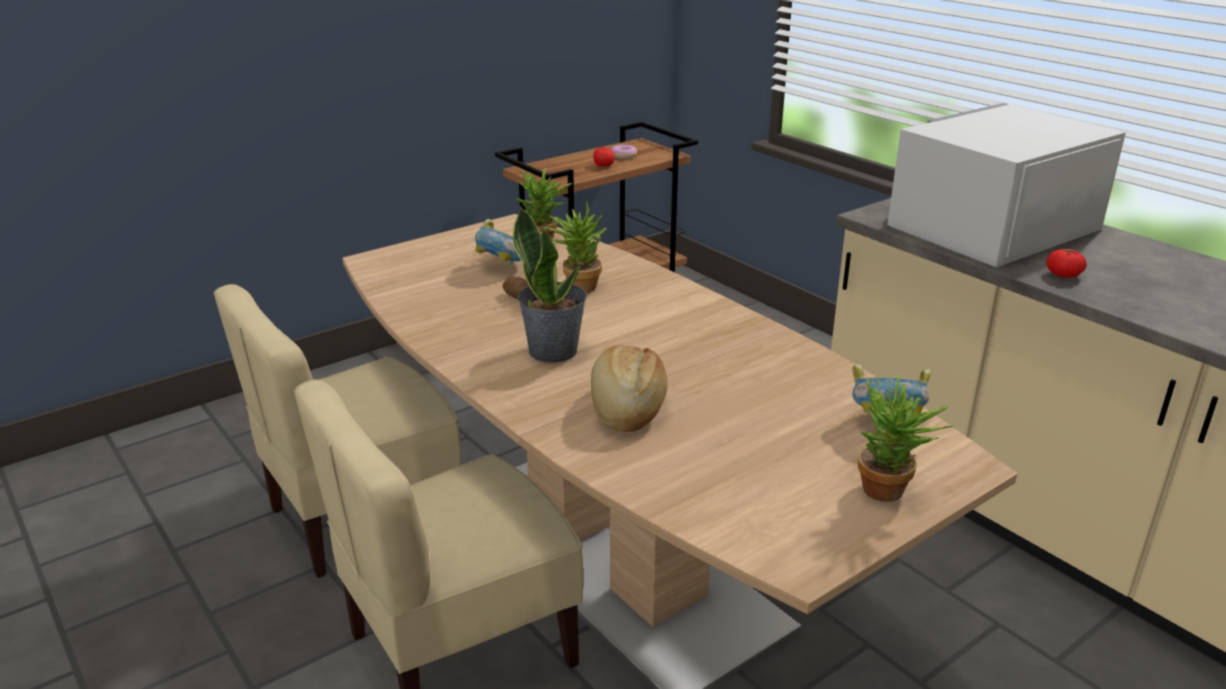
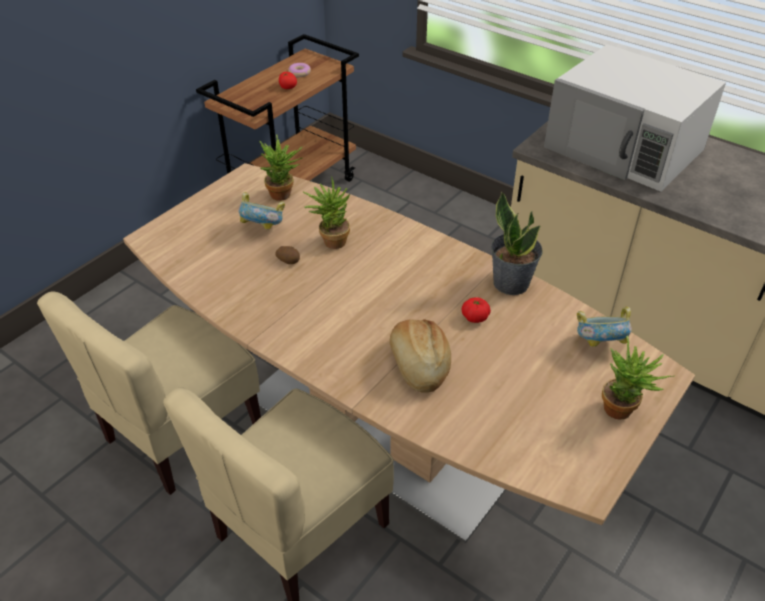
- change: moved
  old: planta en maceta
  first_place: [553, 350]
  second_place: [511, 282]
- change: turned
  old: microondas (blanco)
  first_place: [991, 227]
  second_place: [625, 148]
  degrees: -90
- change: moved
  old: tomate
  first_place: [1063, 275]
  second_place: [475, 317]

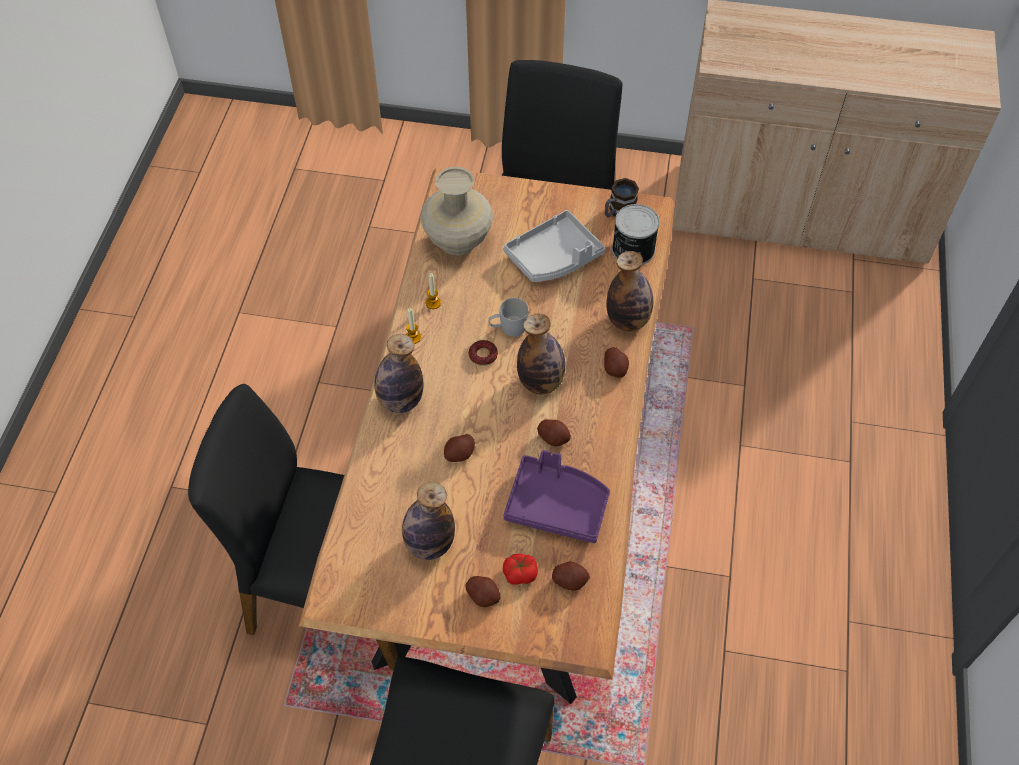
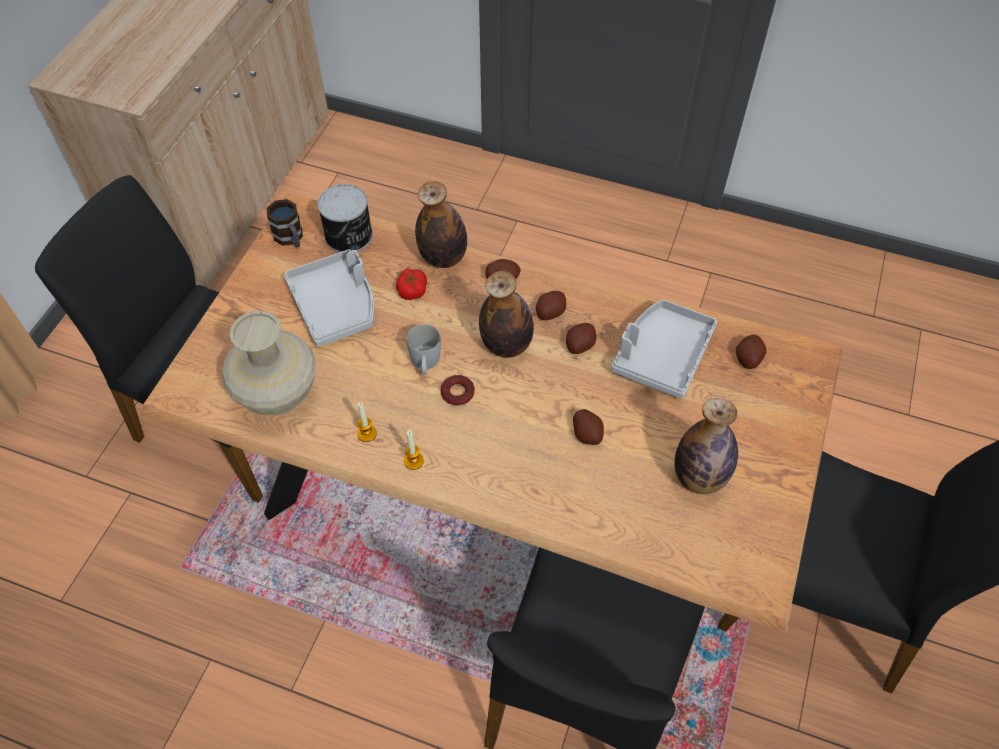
- change: removed
  old: botella
  first_place: [400, 401]
- change: moved
  old: patata
  first_place: [483, 596]
  second_place: [550, 312]
- change: moved
  old: tomate
  first_place: [520, 573]
  second_place: [412, 290]
- change: recoloured
  old: bandeja (morado)
  new: bandeja (gris)
  first_place: [557, 505]
  second_place: [661, 355]

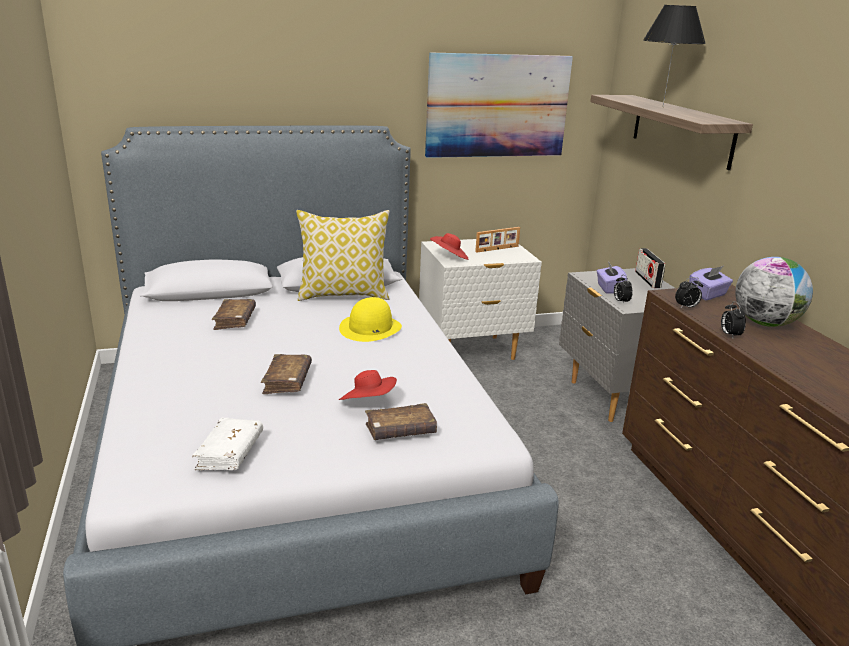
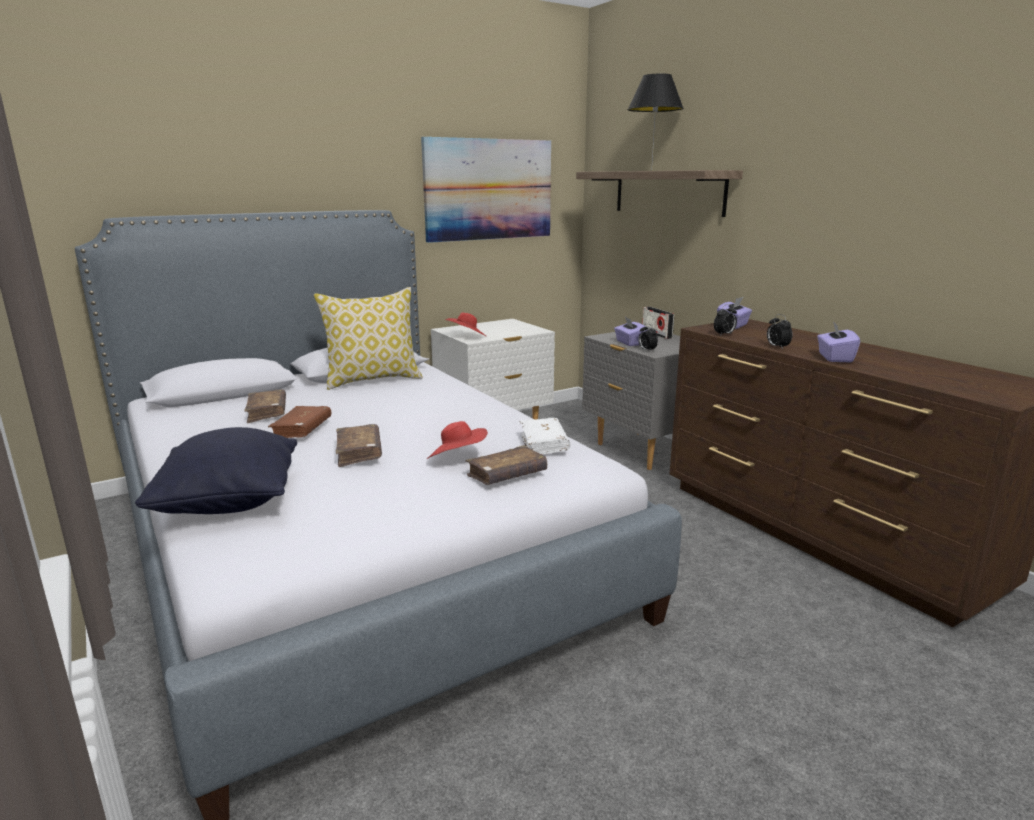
- change: moved
  old: libro (blanco)
  first_place: [230, 453]
  second_place: [543, 445]
- change: removed
  old: sombrero (amarillo)
  first_place: [370, 328]
- change: removed
  old: portarretratos
  first_place: [497, 249]
- change: removed
  old: globo terráqueo
  first_place: [765, 323]
- change: added
  new: cojín (negro)
  second_place: [229, 503]
- change: added
  new: libro (marrón)
  second_place: [302, 430]
- change: added
  new: caja de pañuelos (morado)
  second_place: [834, 358]

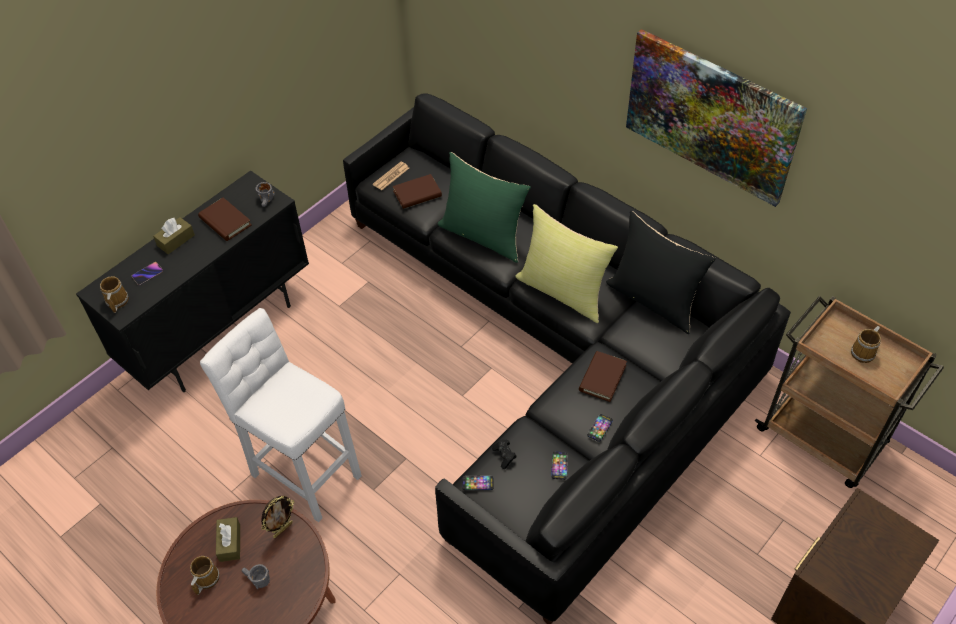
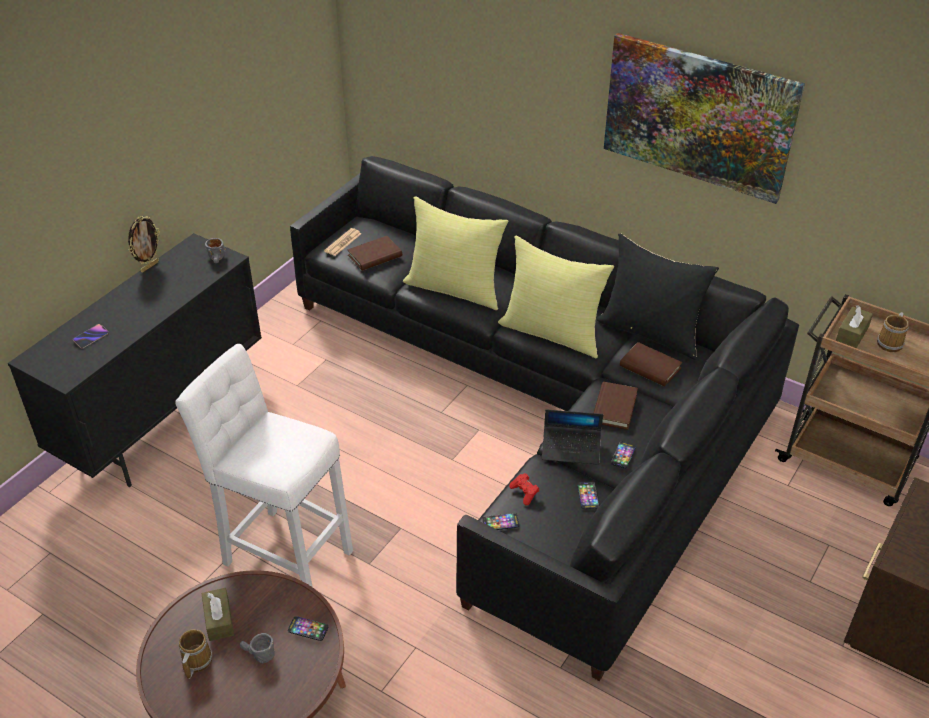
- change: removed
  old: taza grande
  first_place: [116, 301]
- change: moved
  old: caja de pañuelos (marrón)
  first_place: [176, 240]
  second_place: [852, 333]
- change: moved
  old: libro (marrón)
  first_place: [225, 221]
  second_place: [650, 367]
- change: moved
  old: portarretratos
  first_place: [282, 529]
  second_place: [149, 266]
- change: recoloured
  old: cojín (verde)
  new: cojín (amarillo)
  first_place: [484, 235]
  second_place: [455, 288]
- change: recoloured
  old: mando de consola (negro)
  new: mando de consola (rojo)
  first_place: [504, 456]
  second_place: [524, 493]
- change: added
  new: móvil
  second_place: [308, 629]
- change: added
  new: portátil
  second_place: [571, 449]

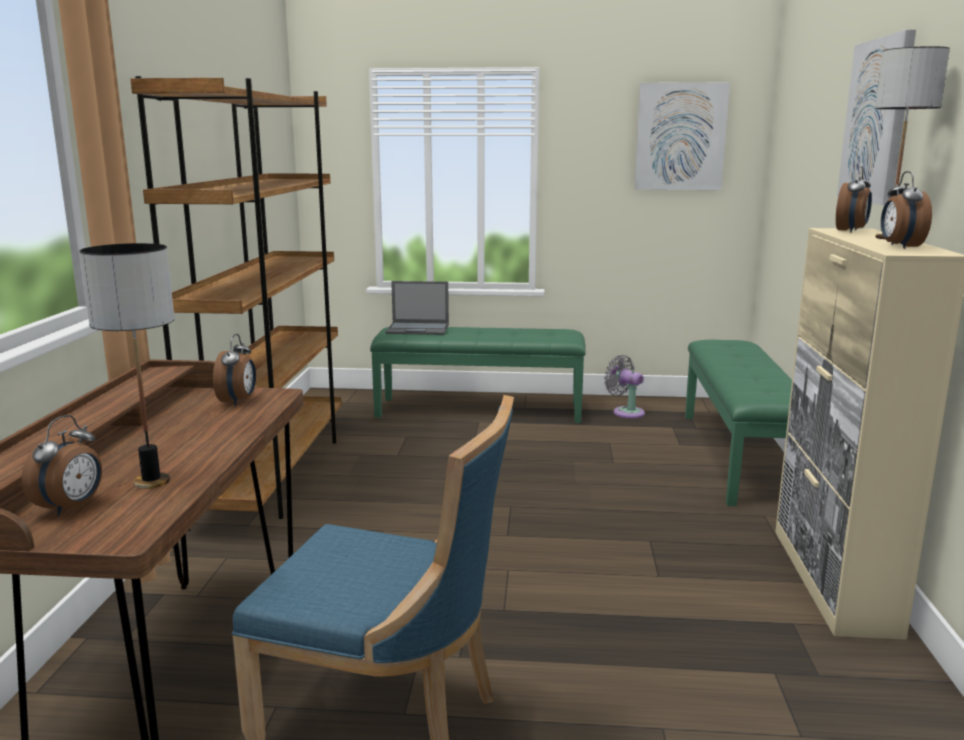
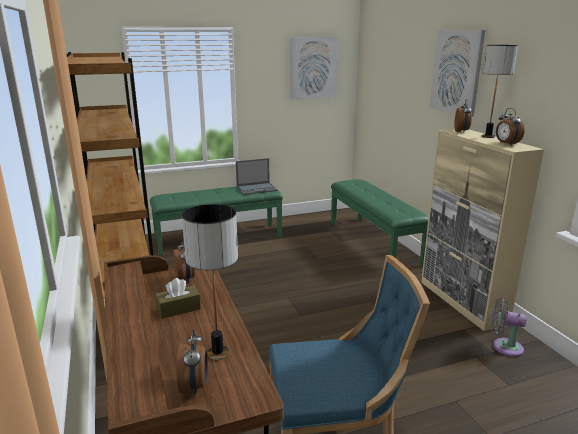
- change: moved
  old: portátil
  first_place: [418, 329]
  second_place: [257, 189]
- change: moved
  old: ventilador (gris)
  first_place: [625, 412]
  second_place: [504, 347]
- change: added
  new: caja de pañuelos (marrón)
  second_place: [178, 309]

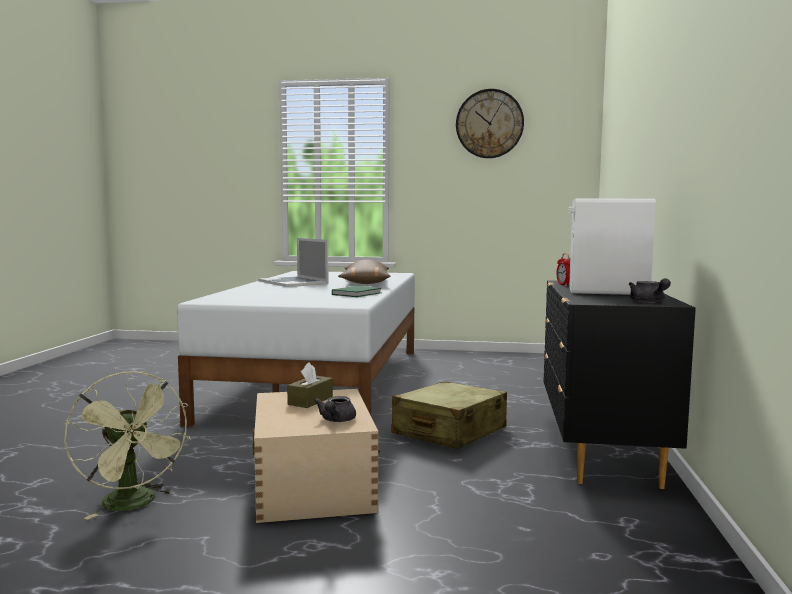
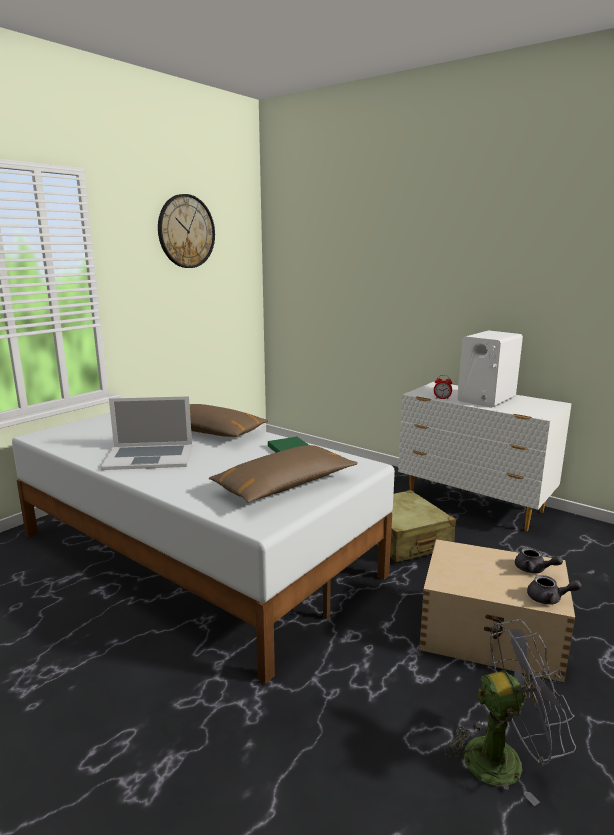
- change: recoloured
  old: ventilador (verde)
  new: ventilador (gris)
  first_place: [134, 505]
  second_place: [504, 758]
- change: removed
  old: caja de pañuelos (marrón)
  first_place: [310, 400]
- change: recoloured
  old: cómoda (negro)
  new: cómoda (blanco)
  first_place: [601, 451]
  second_place: [475, 505]
- change: moved
  old: tetera (gris)
  first_place: [649, 302]
  second_place: [549, 599]
- change: added
  new: cojín (marrón)
  second_place: [284, 485]

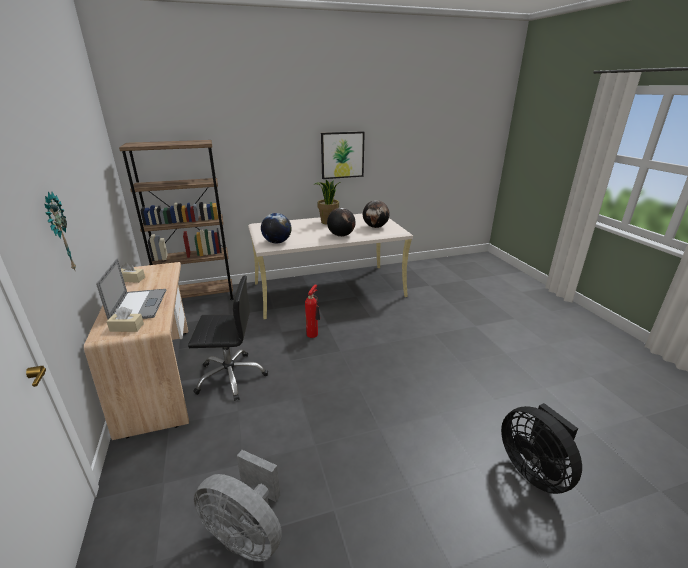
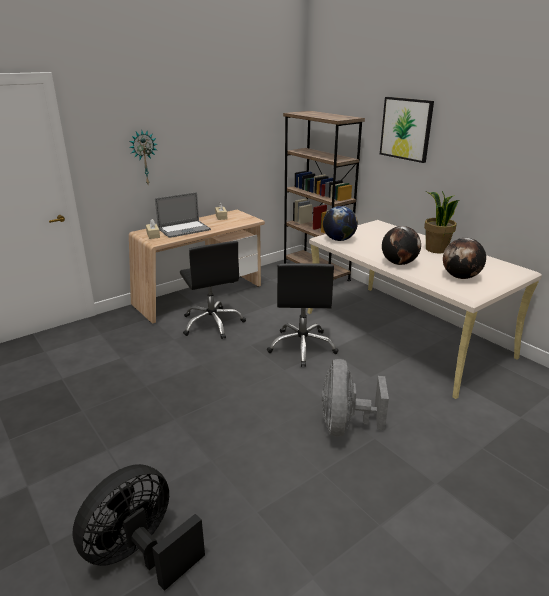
- change: moved
  old: ventilador (gris)
  first_place: [247, 533]
  second_place: [345, 425]
- change: replaced
  old: extintor
  new: silla de oficina (negro)
  first_place: [313, 334]
  second_place: [302, 347]
- change: moved
  old: cuadro
  first_place: [342, 155]
  second_place: [406, 129]

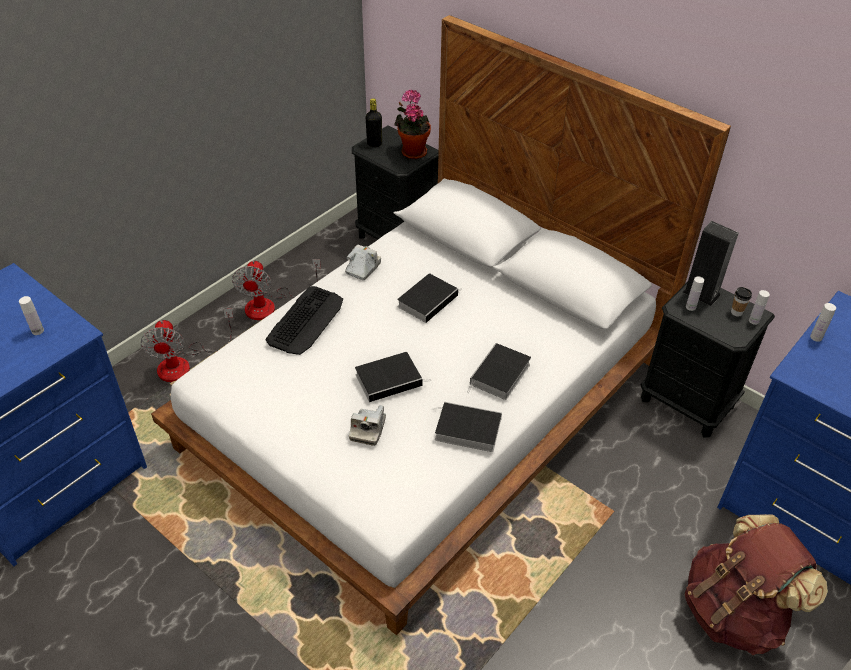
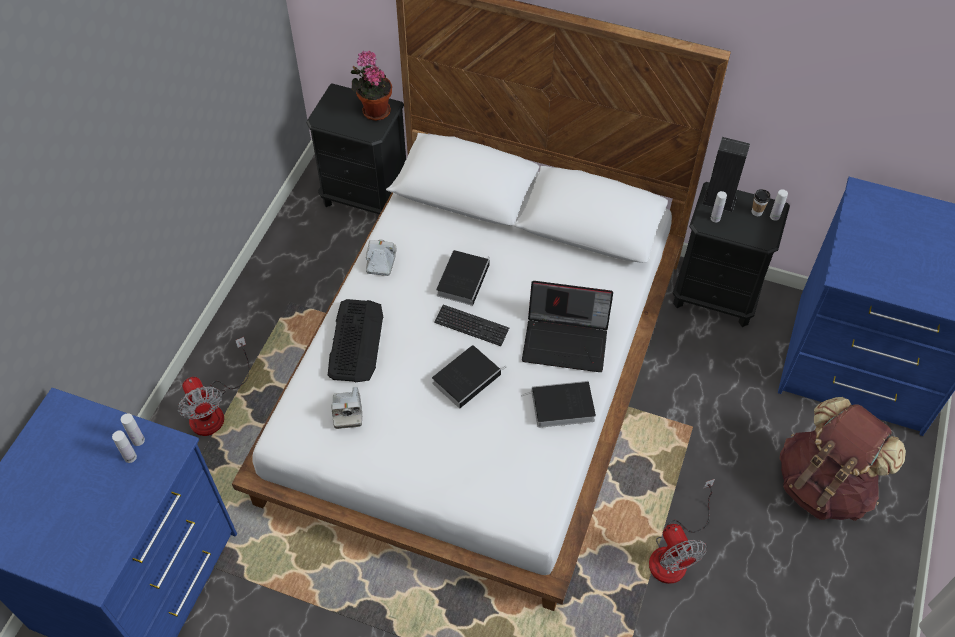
- change: moved
  old: ventilador
  first_place: [270, 305]
  second_place: [674, 553]
- change: moved
  old: cámara
  first_place: [368, 429]
  second_place: [347, 412]
- change: removed
  old: botella (negro)
  first_place: [374, 144]
- change: replaced
  old: libro
  new: portátil
  first_place: [499, 375]
  second_place: [566, 340]
- change: moved
  old: botella (blanco)
  first_place: [816, 337]
  second_place: [138, 440]
- change: added
  new: teclado
  second_place: [471, 326]

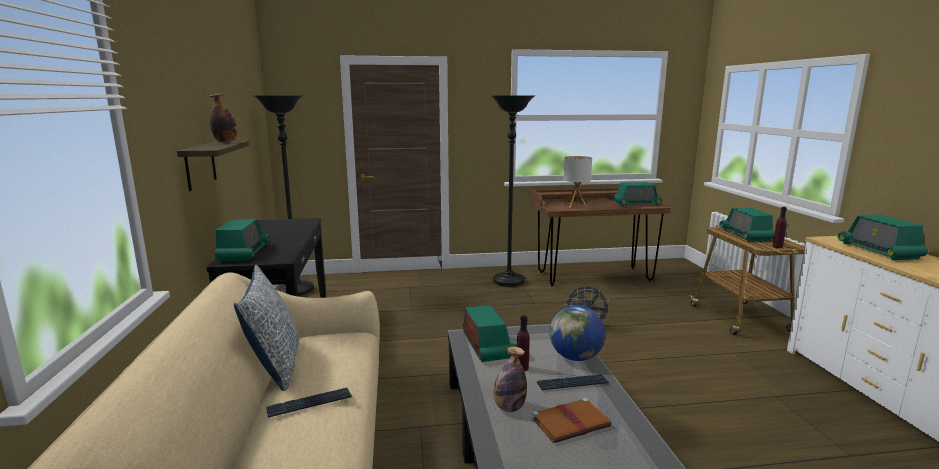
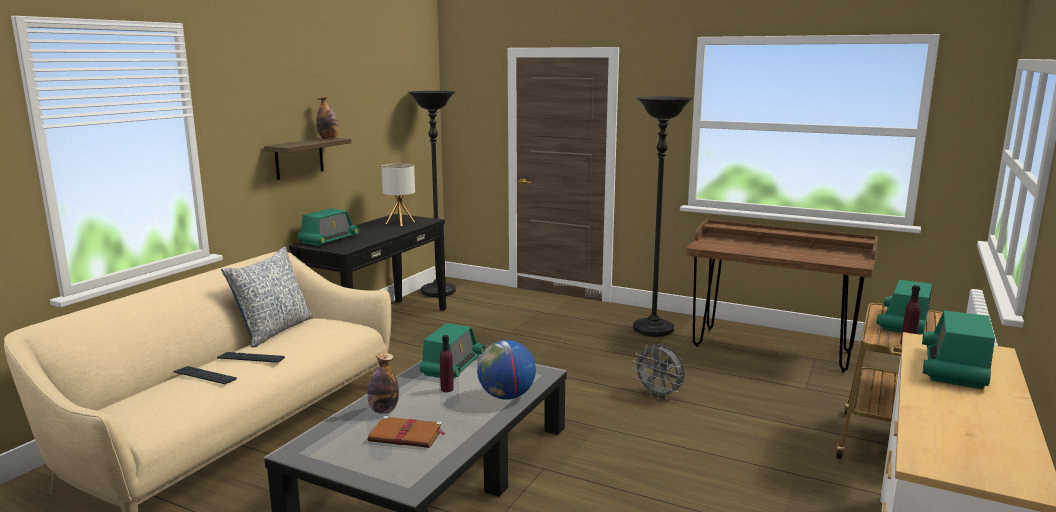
- change: moved
  old: teclado
  first_place: [572, 383]
  second_place: [205, 376]
- change: moved
  old: lámpara de mesa
  first_place: [575, 206]
  second_place: [400, 223]
- change: removed
  old: radio
  first_place: [636, 204]

